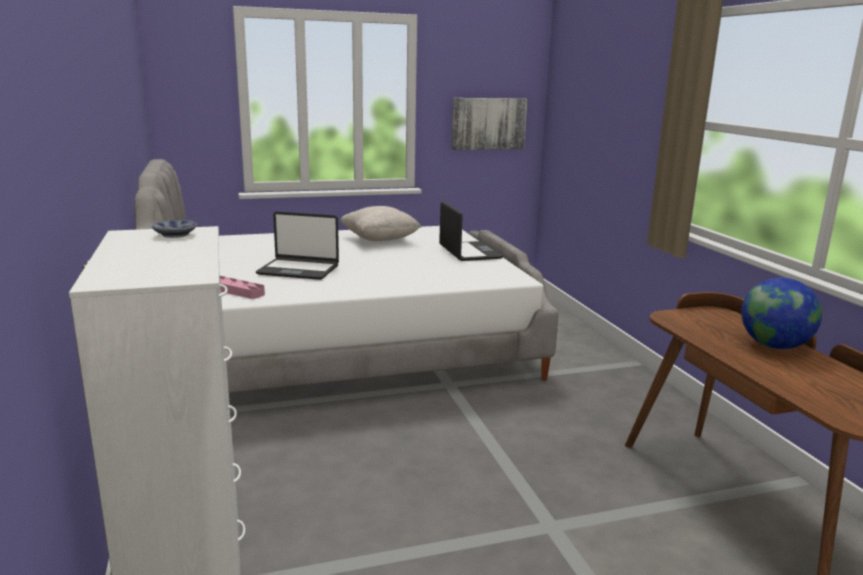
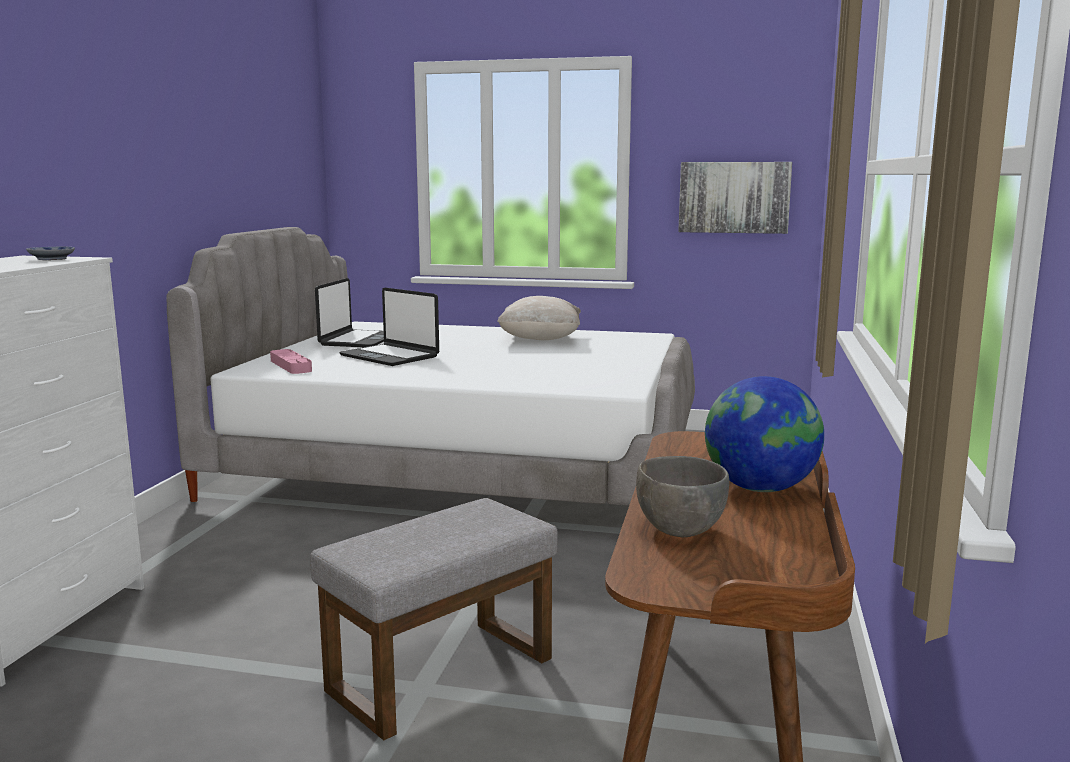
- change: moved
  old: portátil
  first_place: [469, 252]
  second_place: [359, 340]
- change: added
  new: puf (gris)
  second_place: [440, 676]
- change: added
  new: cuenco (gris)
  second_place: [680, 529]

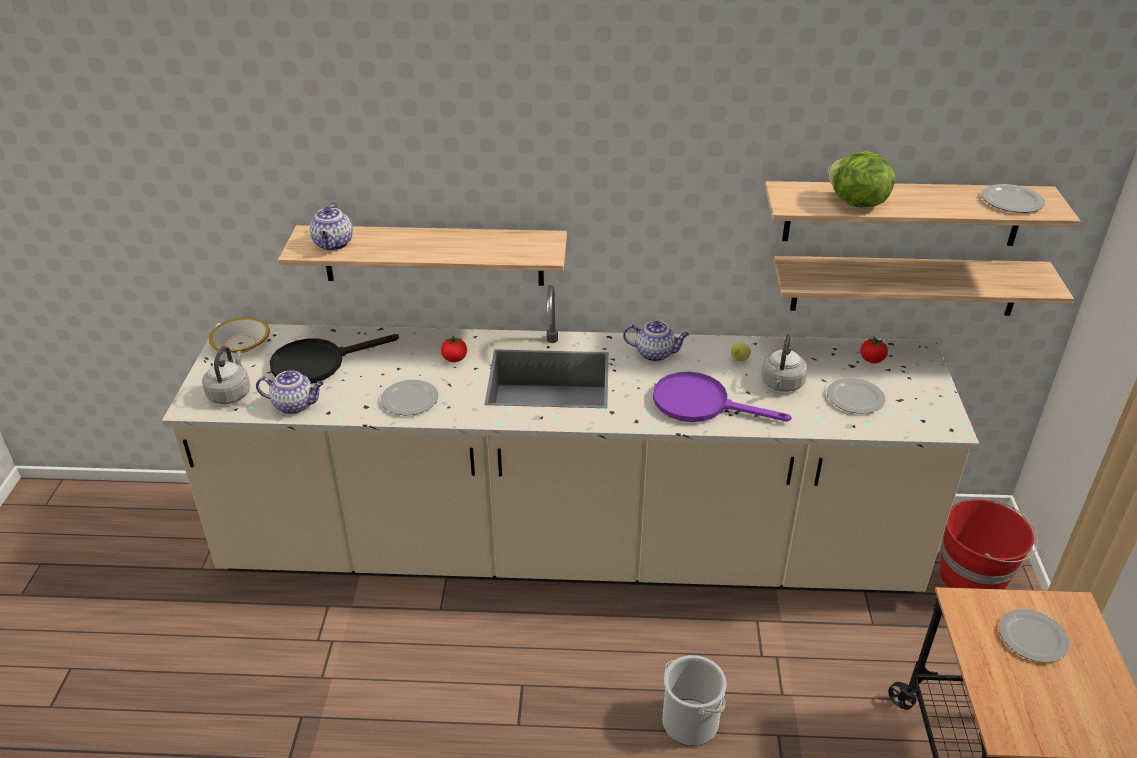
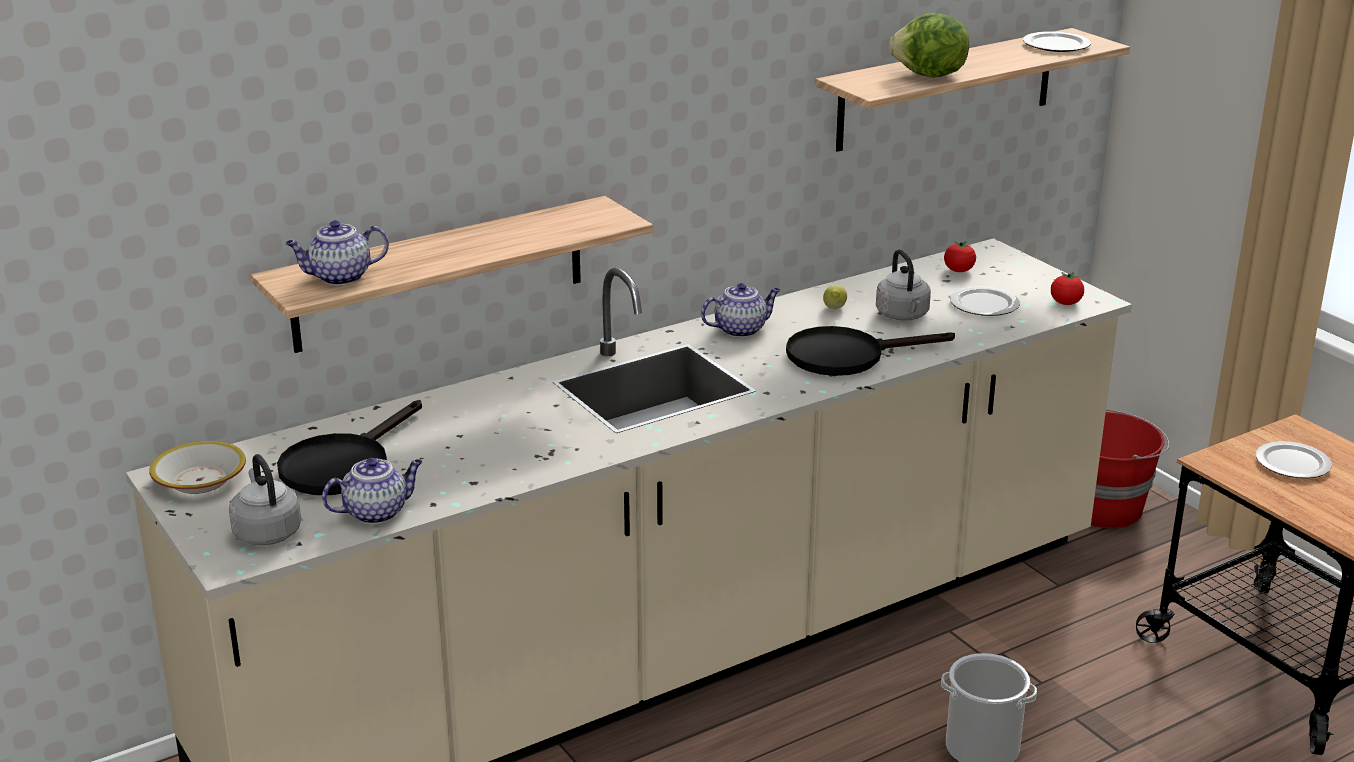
- change: turned
  old: tetera
  first_place: [333, 244]
  second_place: [339, 277]
  degrees: 105
- change: removed
  old: plato
  first_place: [409, 400]
- change: moved
  old: tomate
  first_place: [454, 359]
  second_place: [1065, 303]
- change: recoloured
  old: sartén (morado)
  new: sartén (negro)
  first_place: [701, 404]
  second_place: [847, 356]
- change: removed
  old: estante
  first_place: [905, 285]

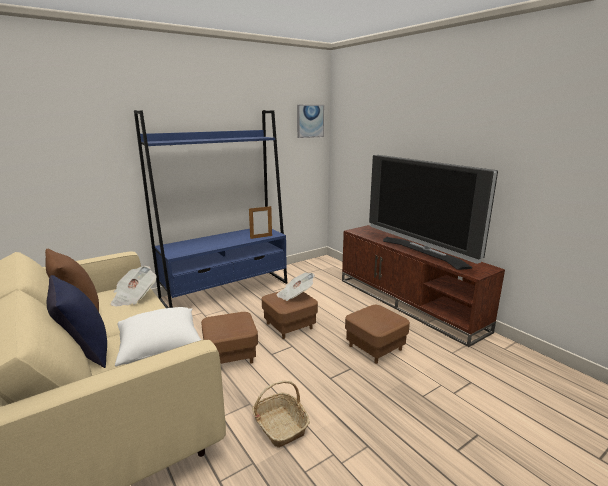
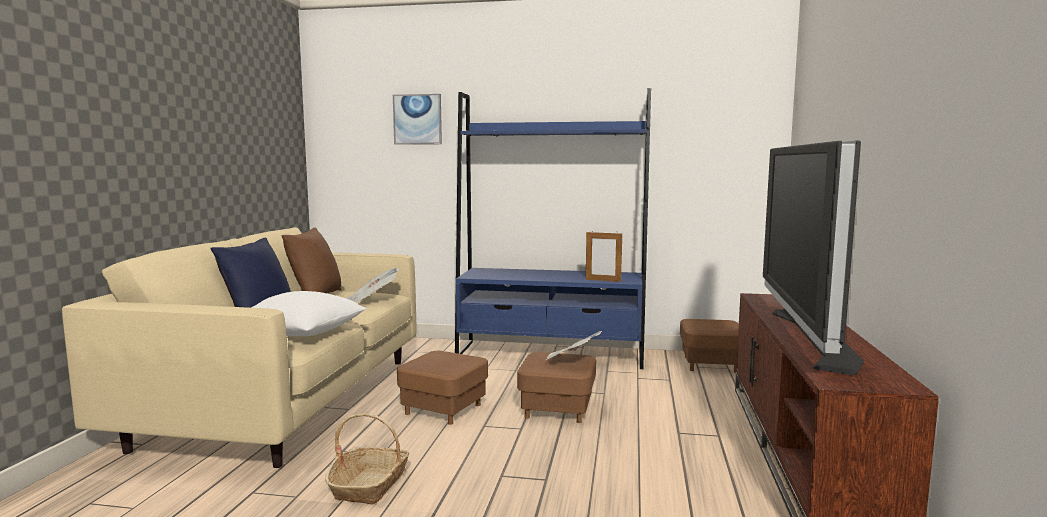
- change: moved
  old: cuadro
  first_place: [310, 121]
  second_place: [417, 119]
- change: moved
  old: puf (marrón)
  first_place: [375, 347]
  second_place: [710, 364]

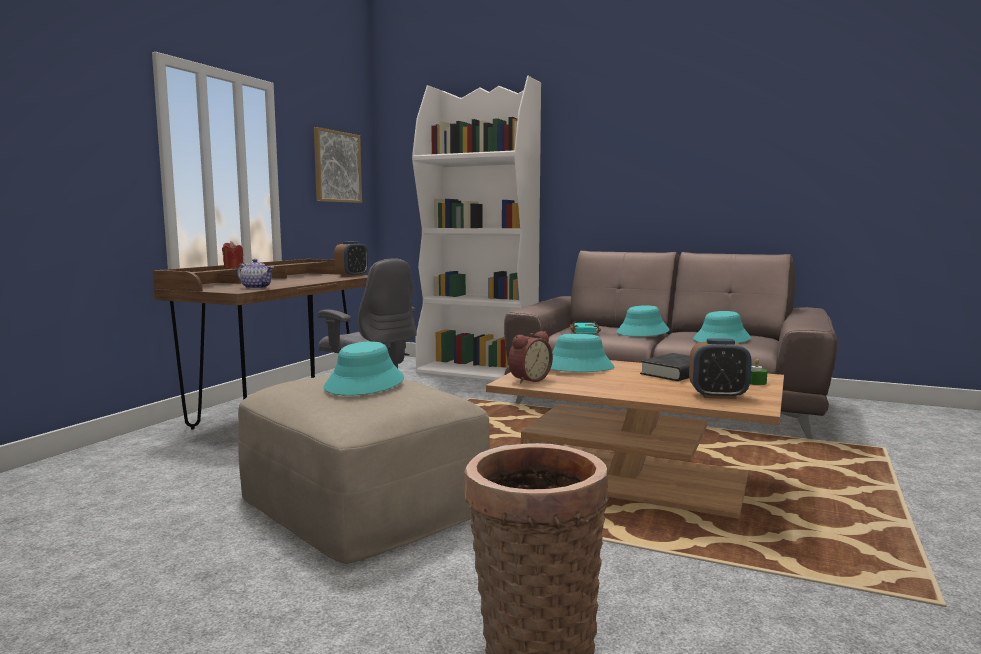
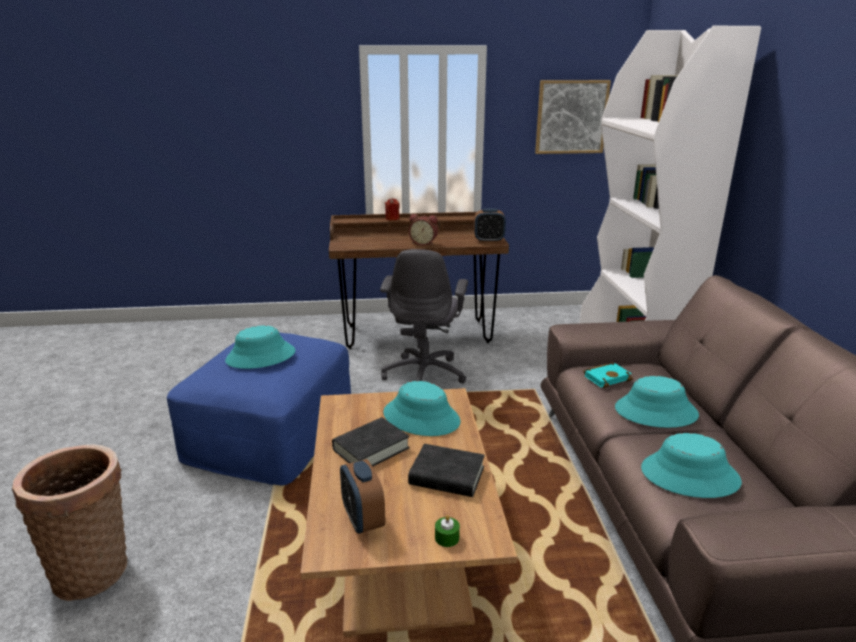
- change: removed
  old: tetera
  first_place: [257, 287]
- change: recoloured
  old: puf (beis)
  new: puf (azul)
  first_place: [361, 502]
  second_place: [270, 431]
- change: moved
  old: despertador
  first_place: [528, 379]
  second_place: [423, 243]
- change: added
  new: libro (negro)
  second_place: [371, 449]

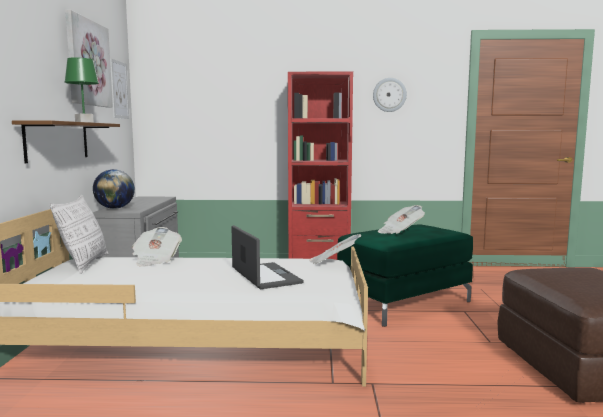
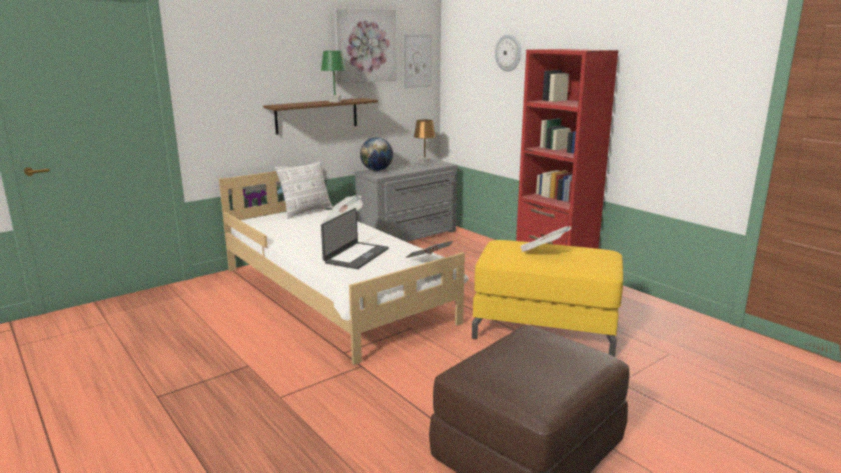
- change: recoloured
  old: puf (verde)
  new: puf (amarillo)
  first_place: [404, 302]
  second_place: [546, 330]
- change: moved
  old: reloj de pared
  first_place: [389, 95]
  second_place: [508, 53]
- change: added
  new: lámpara de mesa (marrón)
  second_place: [424, 163]

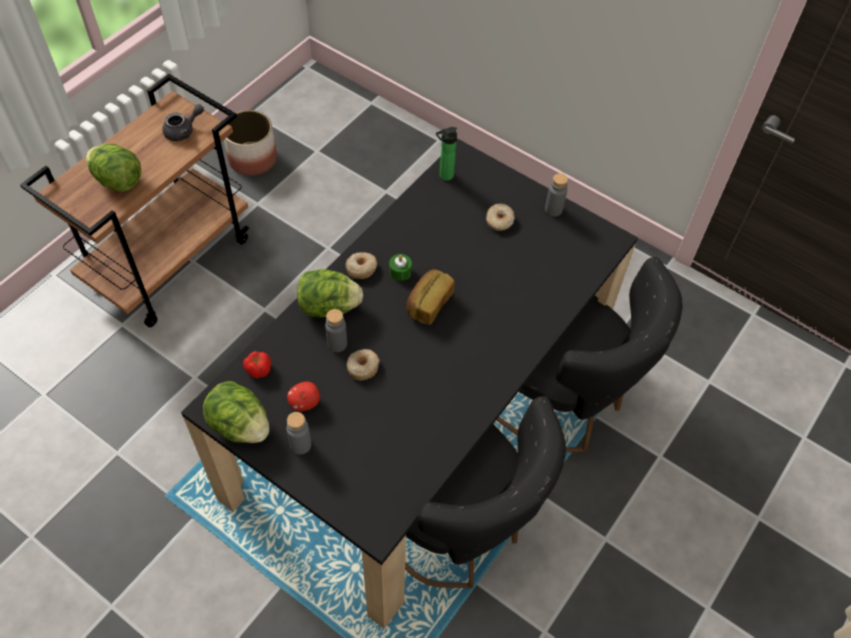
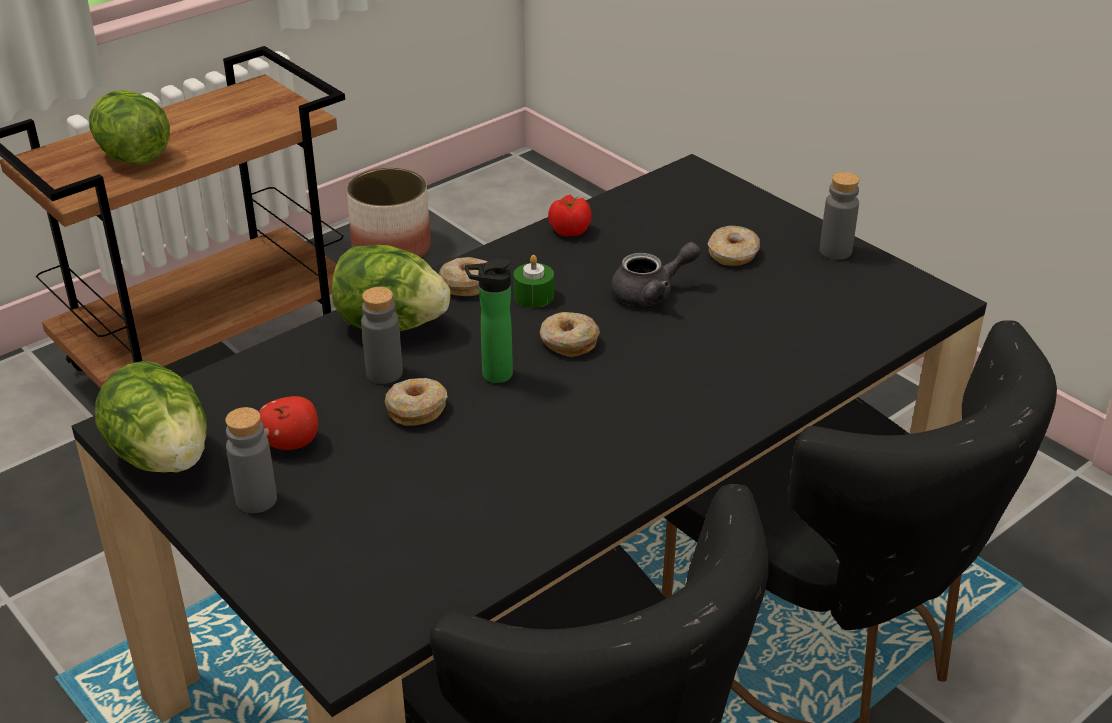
- change: moved
  old: tetera (gris)
  first_place: [183, 131]
  second_place: [651, 293]
- change: moved
  old: tomate
  first_place: [258, 370]
  second_place: [569, 230]
- change: replaced
  old: pan
  new: rosquilla
  first_place: [428, 304]
  second_place: [568, 342]
- change: moved
  old: botella
  first_place: [444, 176]
  second_place: [492, 375]

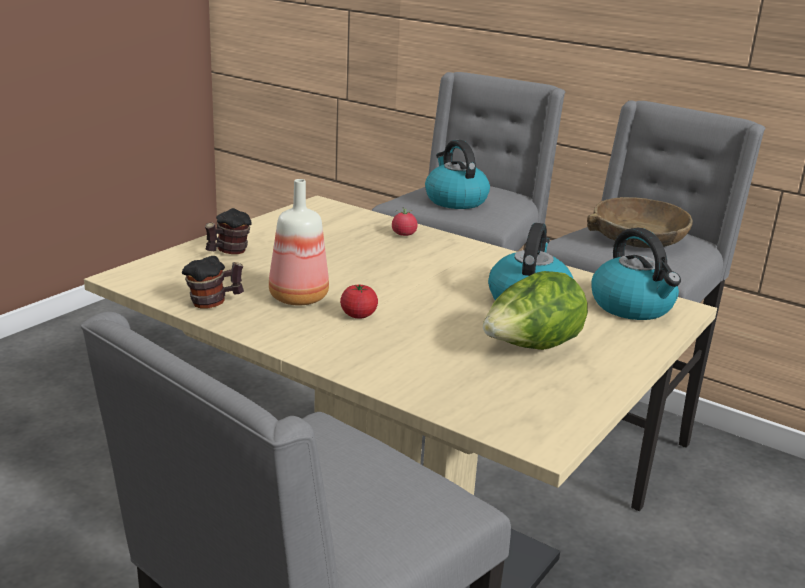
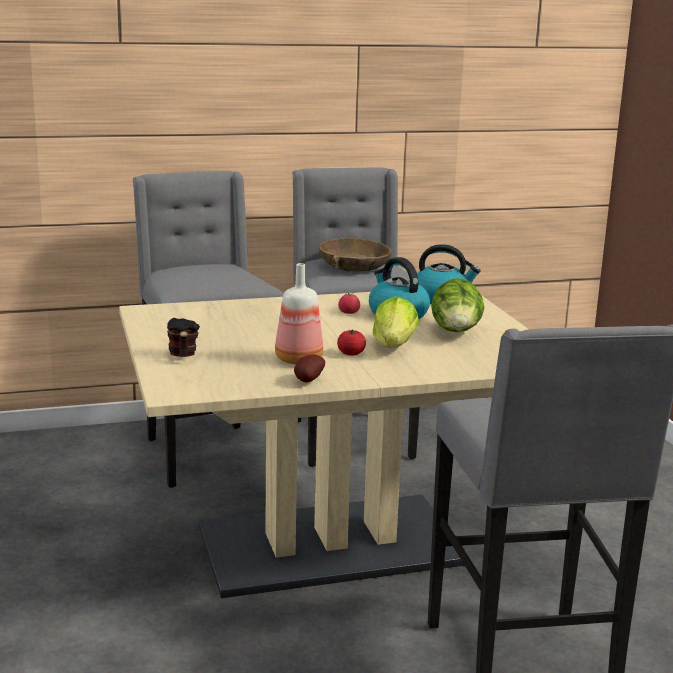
- change: removed
  old: taza grande
  first_place: [214, 302]
- change: moved
  old: tomate
  first_place: [404, 234]
  second_place: [348, 313]
- change: removed
  old: hervidor
  first_place: [455, 200]
- change: added
  new: patata
  second_place: [307, 381]
- change: added
  new: lechuga
  second_place: [394, 346]

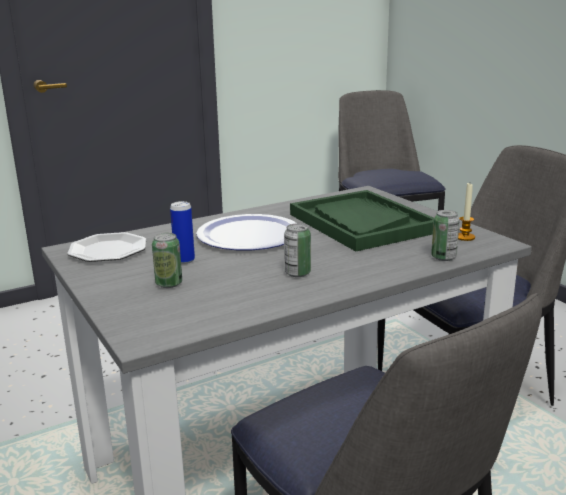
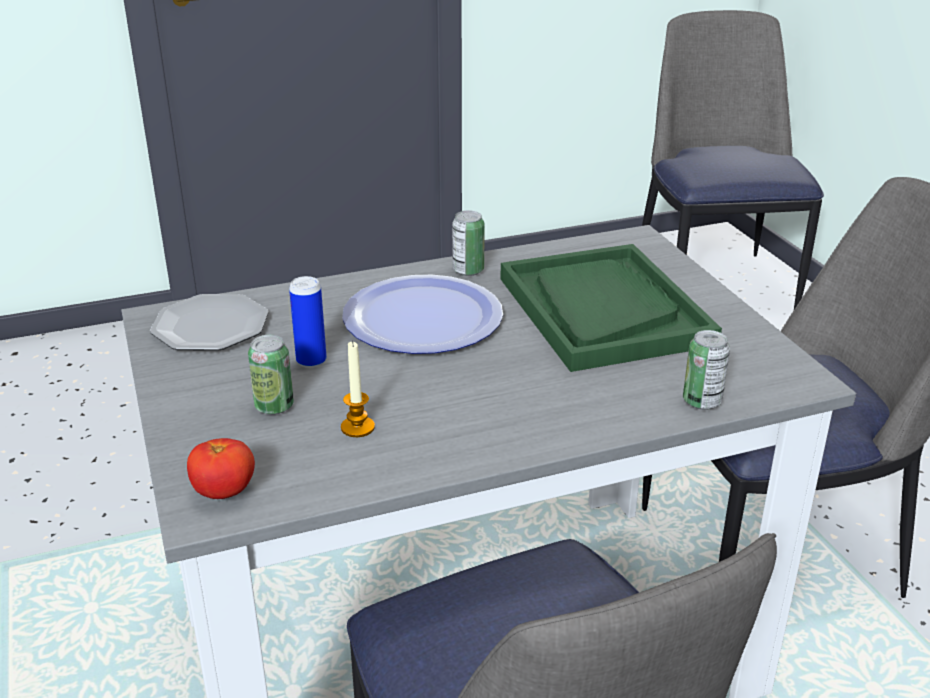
- change: moved
  old: lata
  first_place: [297, 273]
  second_place: [468, 270]
- change: moved
  old: vela
  first_place: [465, 237]
  second_place: [357, 427]
- change: added
  new: tomate
  second_place: [224, 492]

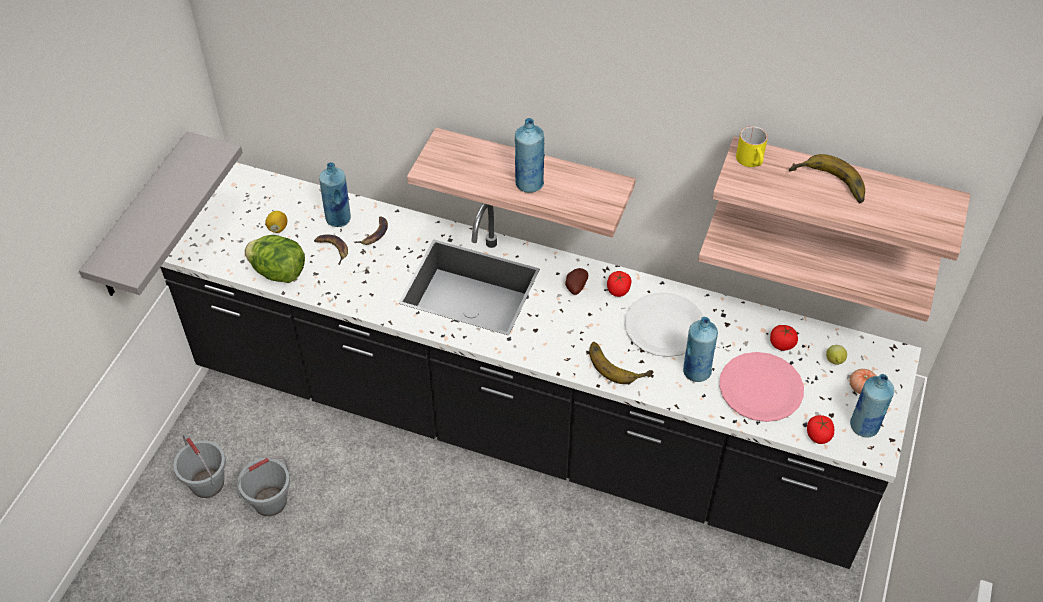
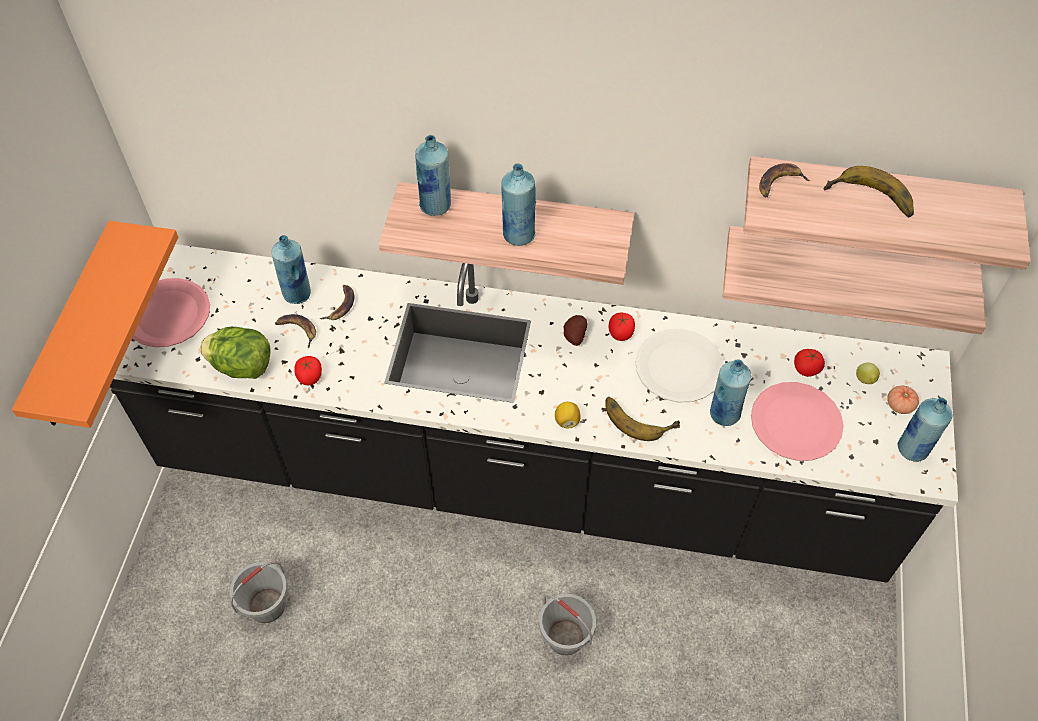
- change: recoloured
  old: estante (gris)
  new: estante (naranja)
  first_place: [142, 219]
  second_place: [75, 331]
- change: moved
  old: cubo (gris)
  first_place: [208, 483]
  second_place: [566, 637]
- change: moved
  old: limón
  first_place: [278, 228]
  second_place: [567, 421]
- change: replaced
  old: taza grande (amarillo)
  new: plátano
  first_place: [752, 161]
  second_place: [779, 183]
- change: moved
  old: tomate
  first_place: [818, 435]
  second_place: [310, 377]
- change: added
  new: plato (rosa)
  second_place: [168, 314]
- change: added
  new: botella (azul)
  second_place: [436, 206]

